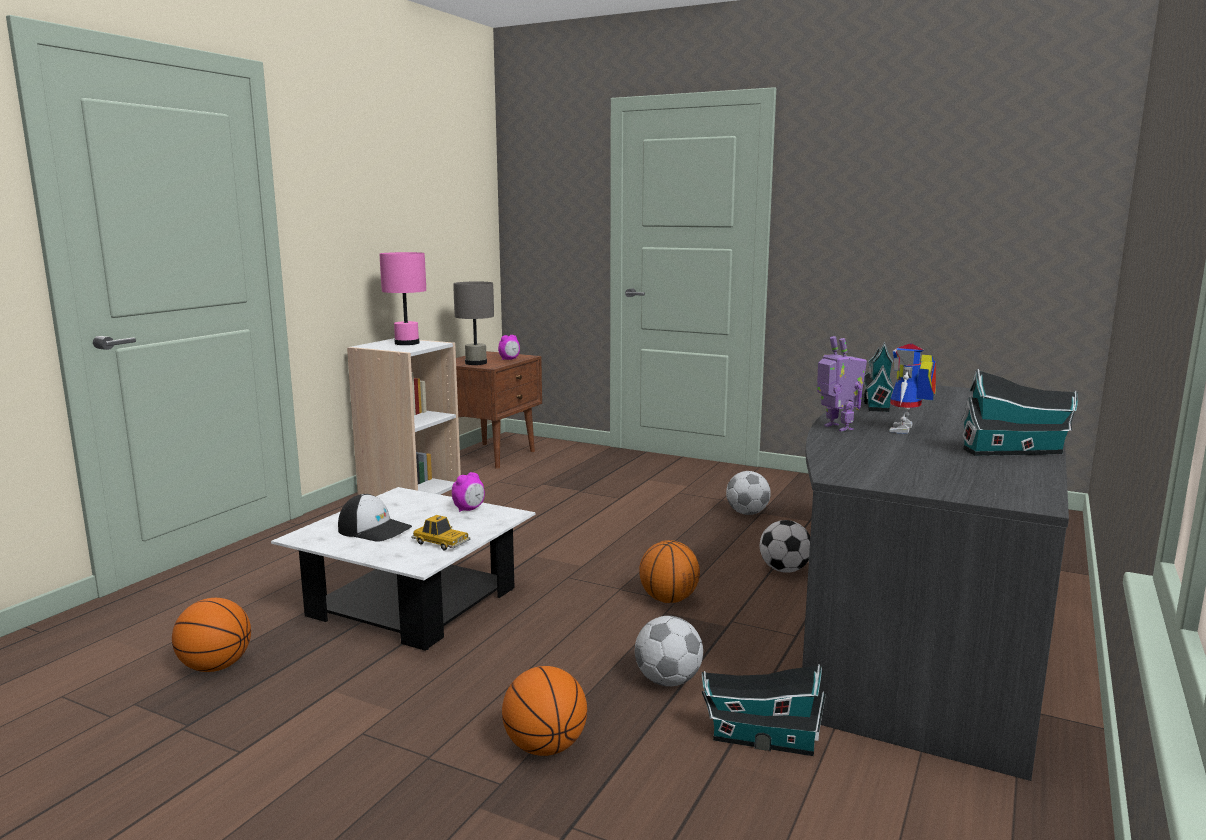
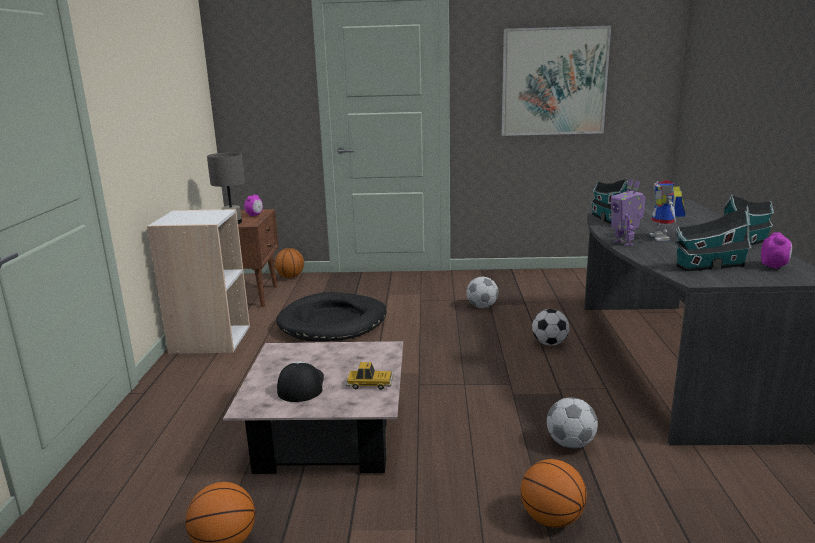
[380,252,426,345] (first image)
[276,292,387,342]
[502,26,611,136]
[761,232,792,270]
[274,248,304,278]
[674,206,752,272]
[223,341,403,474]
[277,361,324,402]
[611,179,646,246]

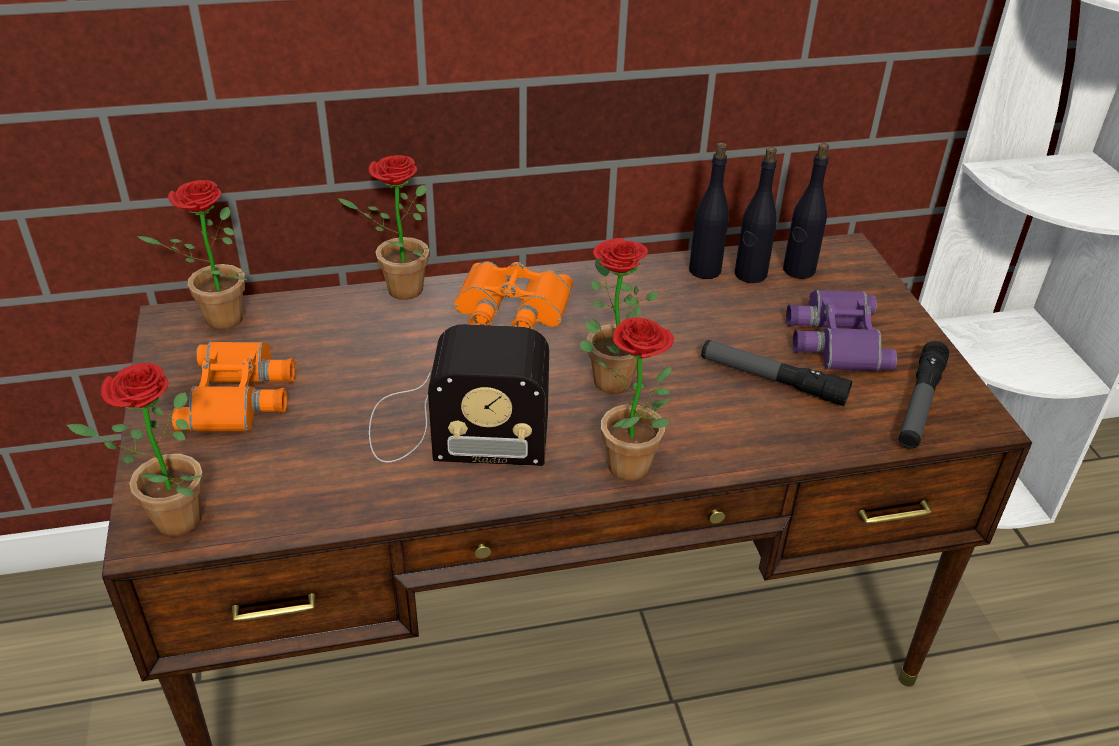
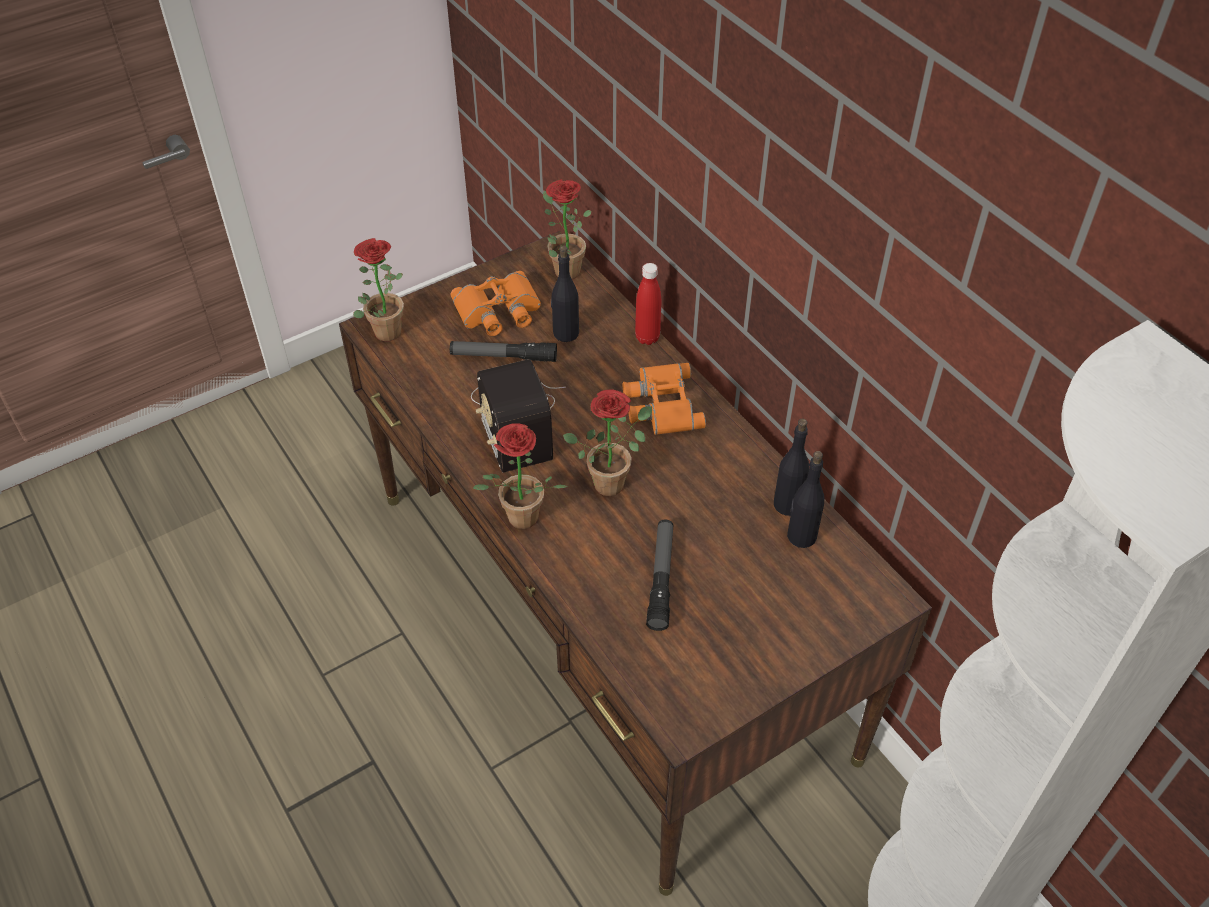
[786,290,897,371] (first image)
[551,246,579,342]
[450,341,557,362]
[635,263,661,345]

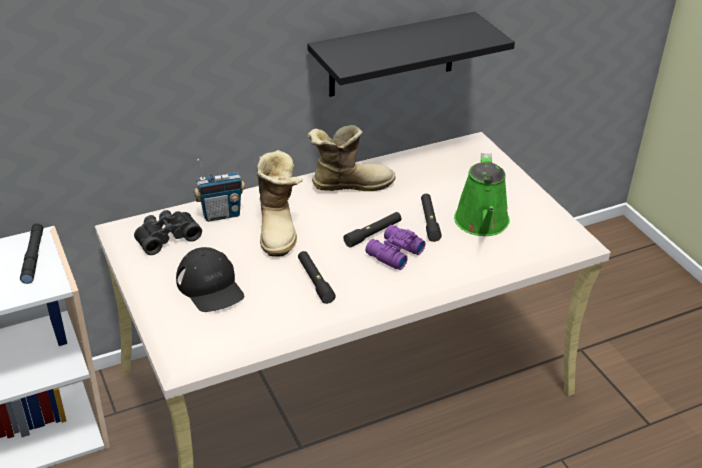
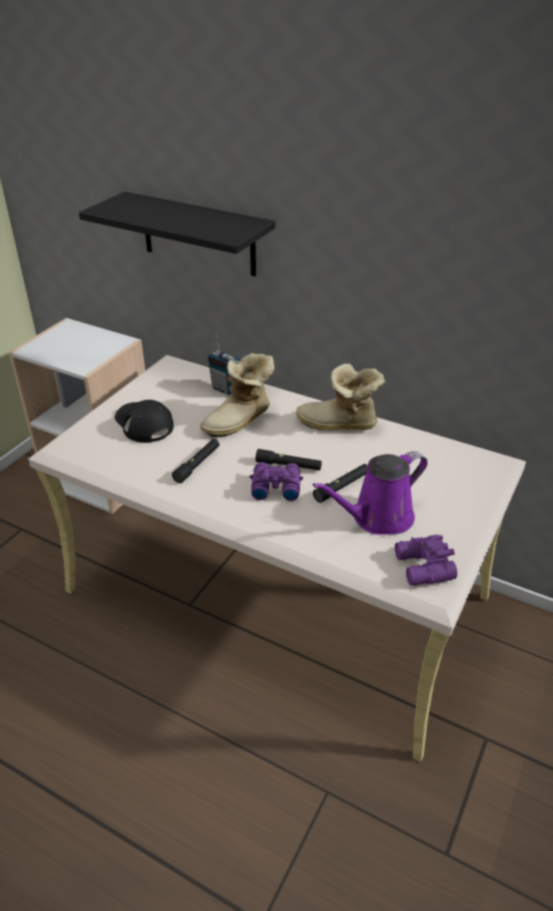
[20,223,43,284] (first image)
[134,210,202,255] (first image)
[395,534,457,586]
[79,192,275,276]
[313,451,428,535]
[115,400,174,443]
[296,364,385,430]

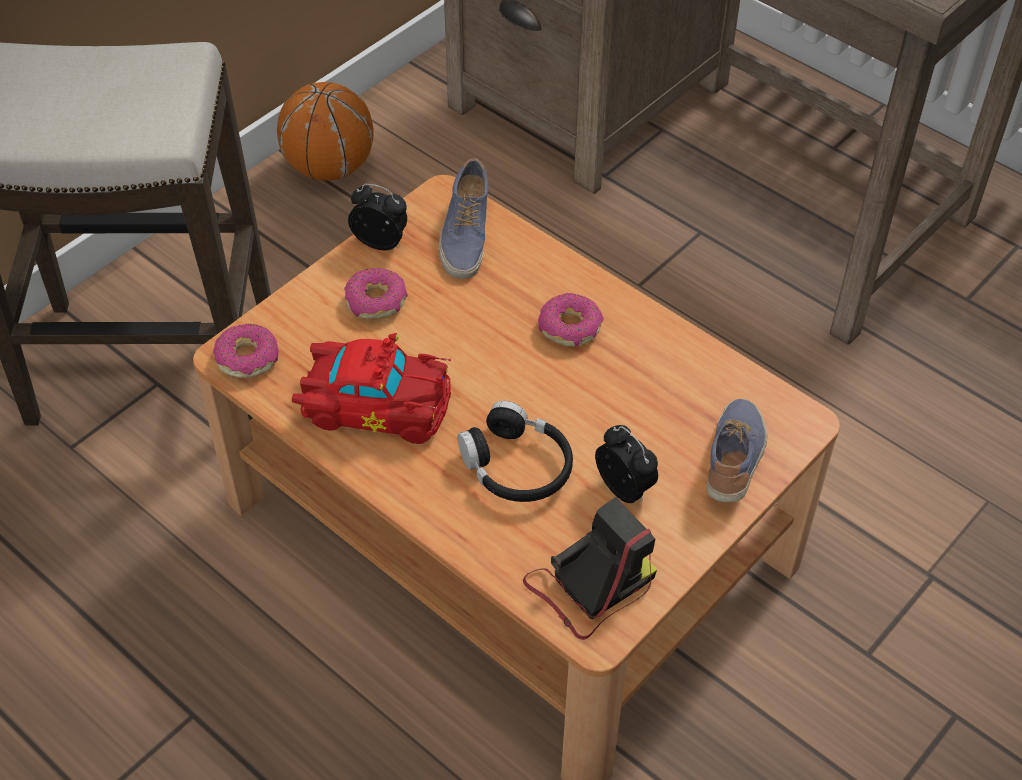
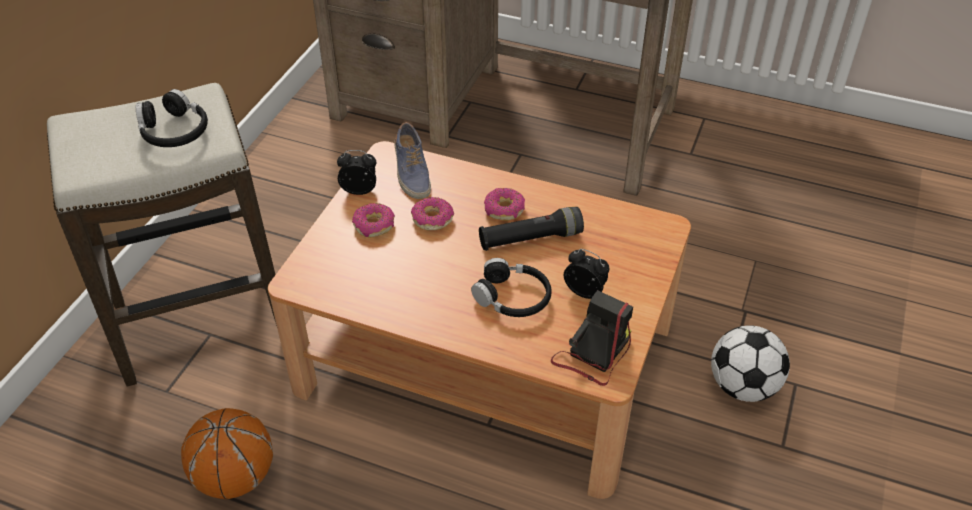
[292,333,451,444] (first image)
[707,399,767,502] (first image)
[136,89,208,147]
[479,207,584,251]
[711,325,790,402]
[411,197,454,231]
[181,408,273,499]

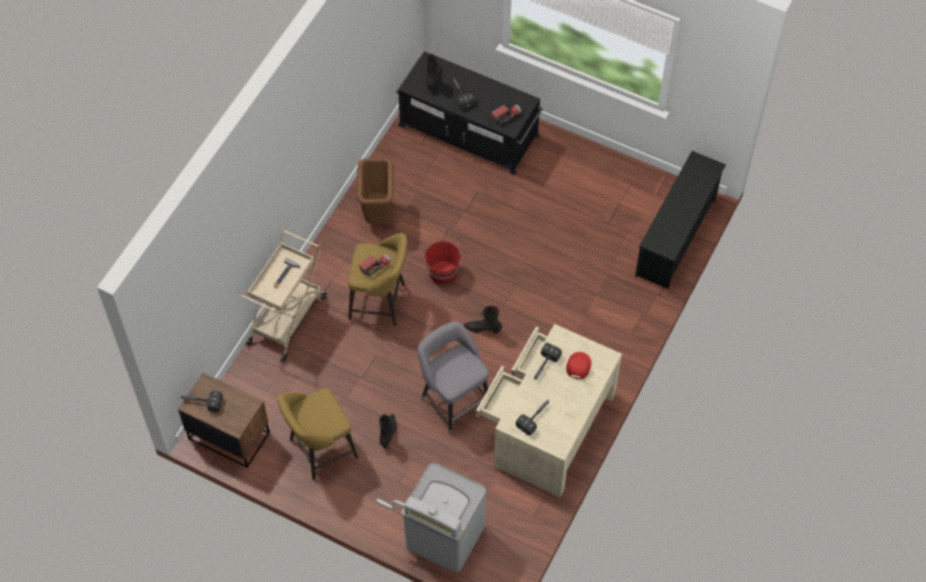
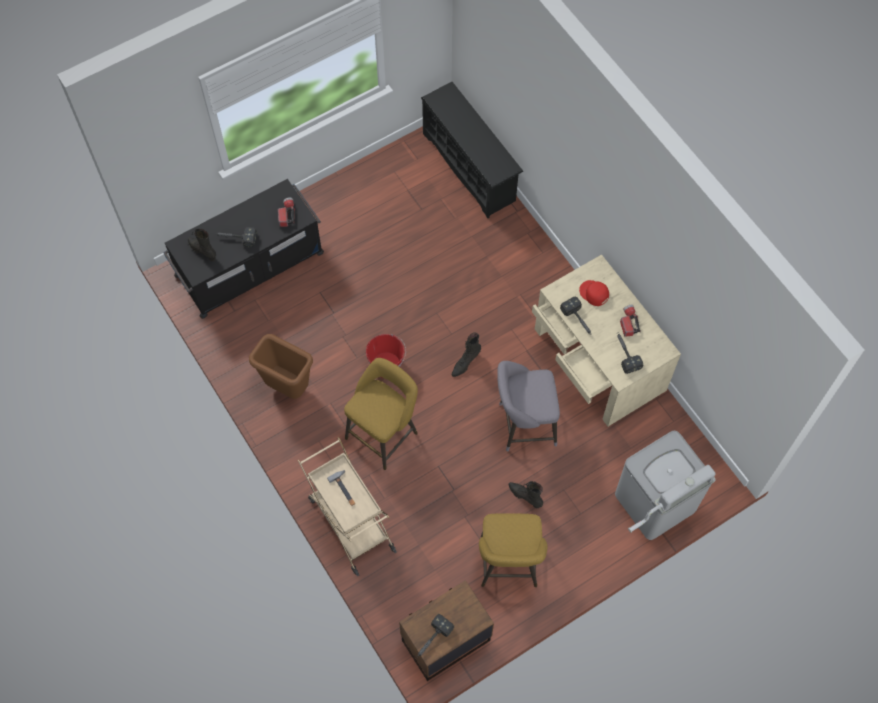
[620,305,641,337]

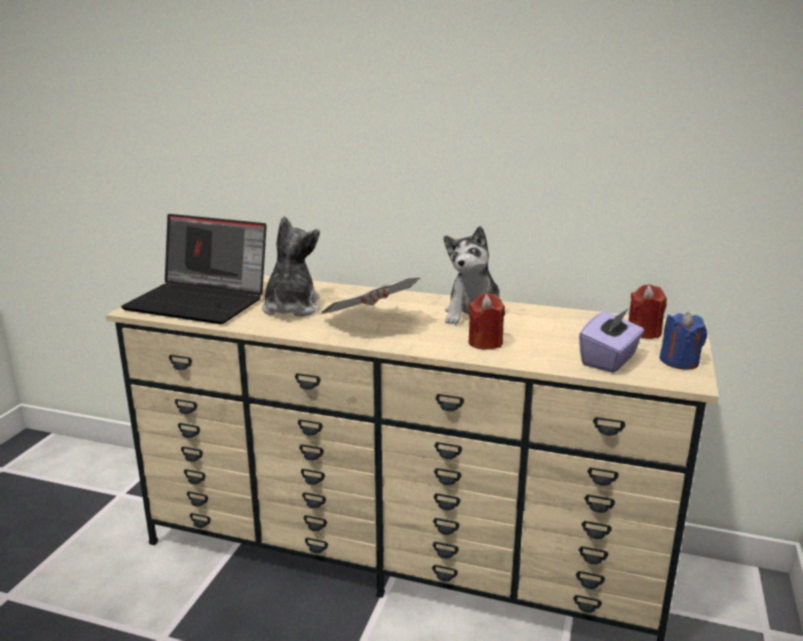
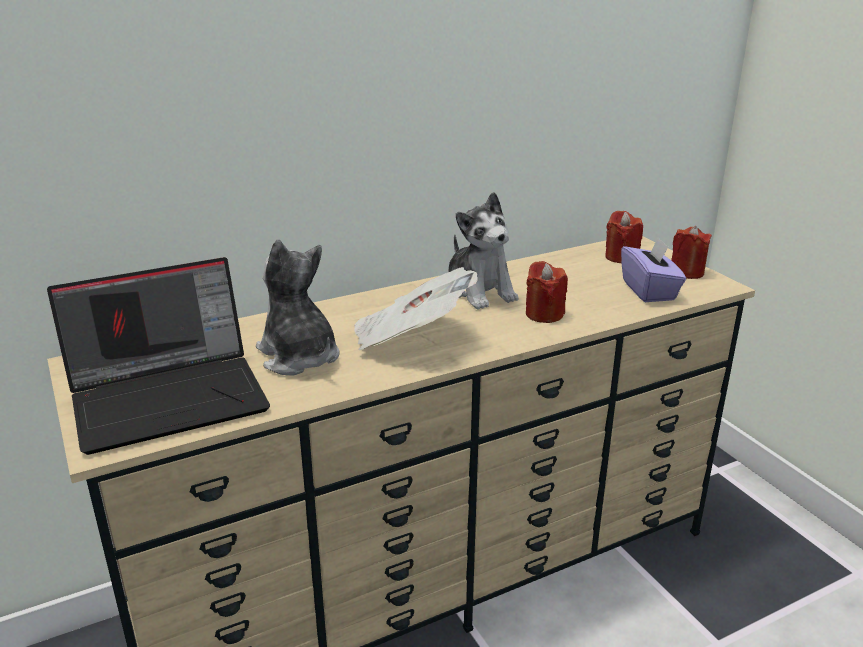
[671,226,712,279]

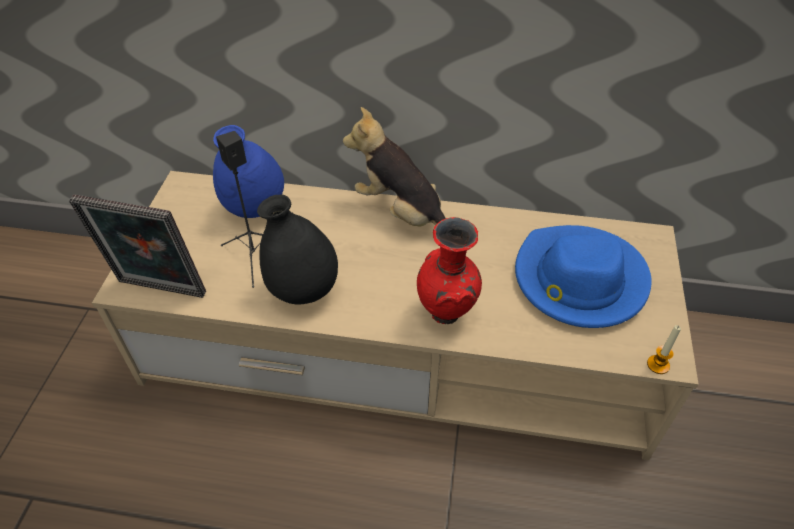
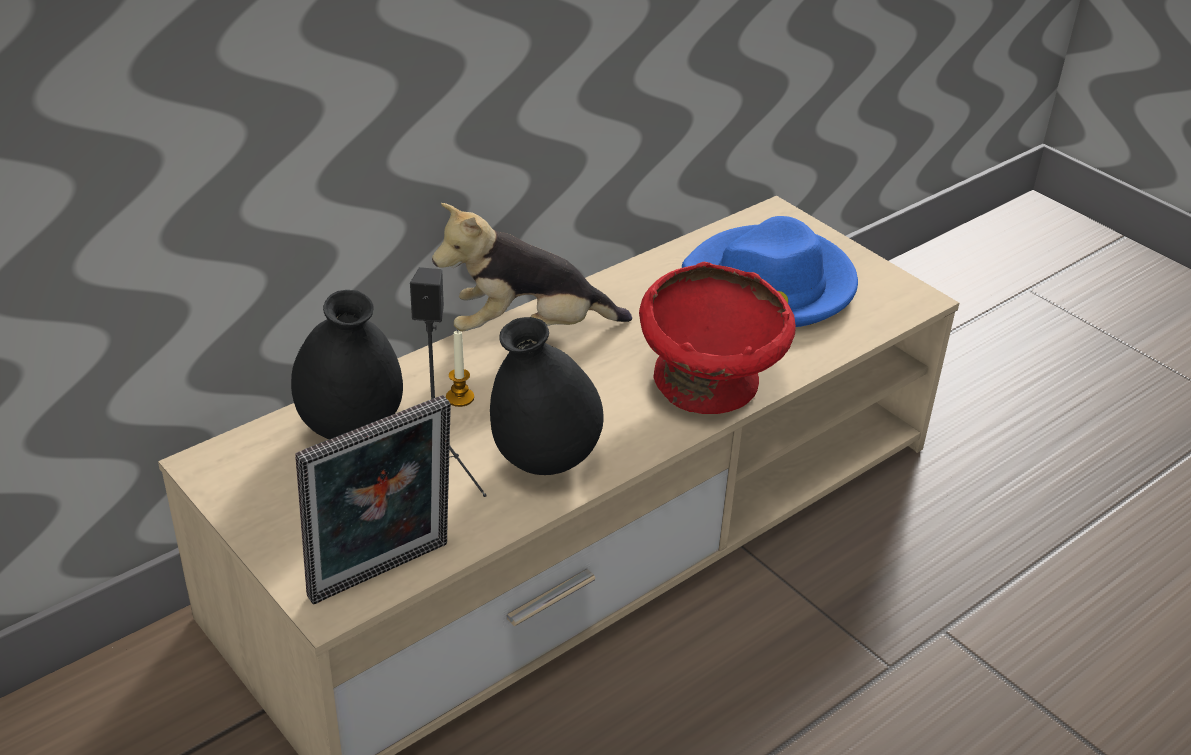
[446,330,474,407]
[639,262,796,414]
[291,290,403,439]

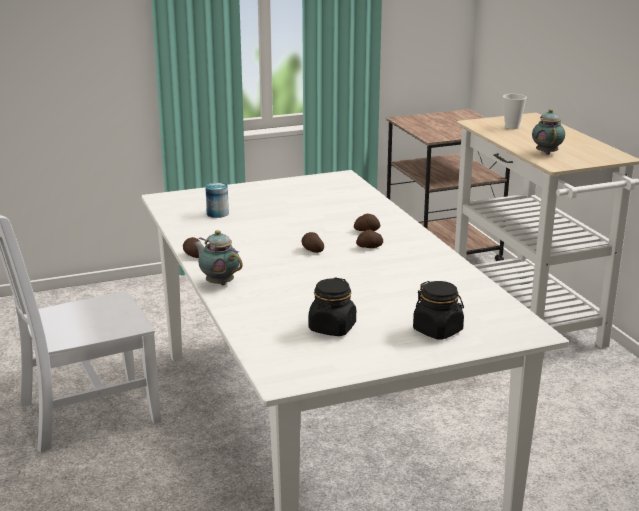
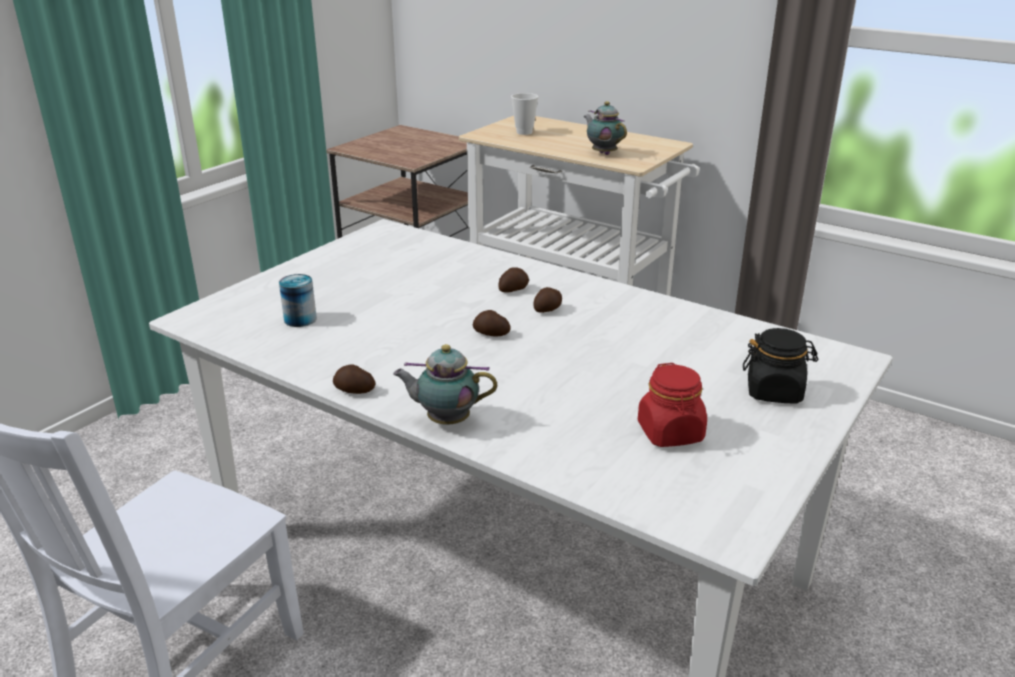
[638,363,707,447]

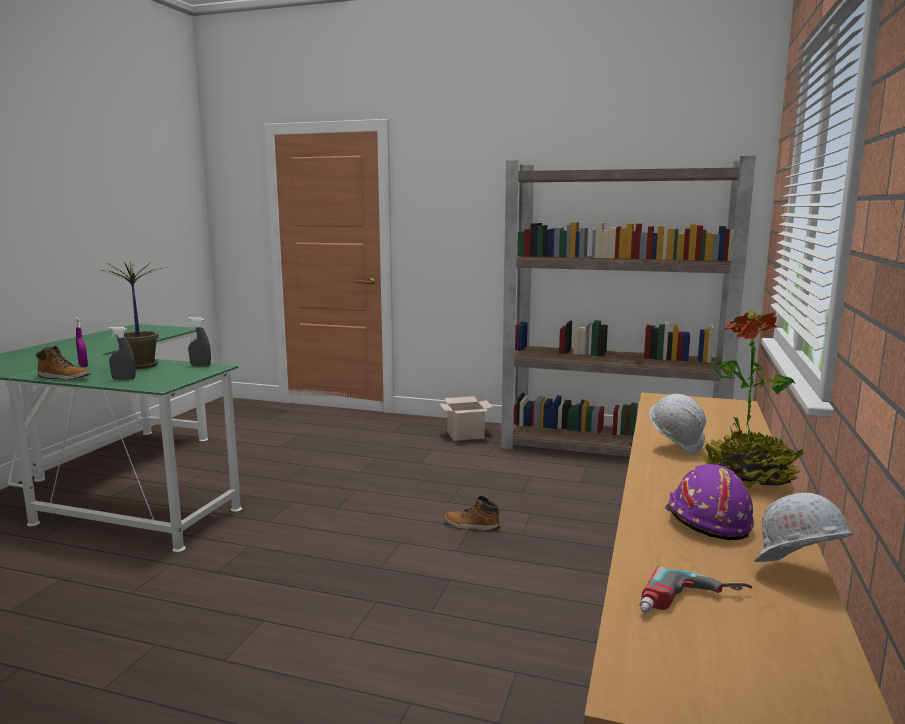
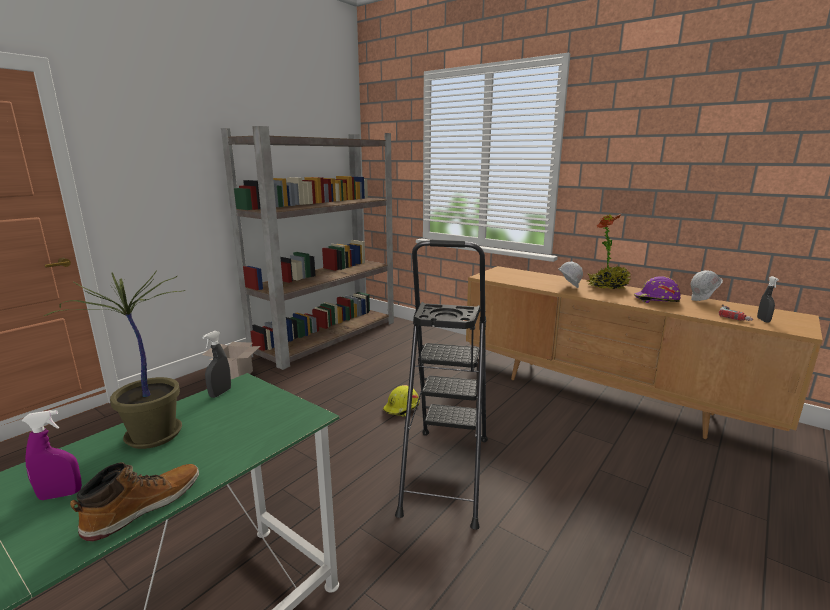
[395,240,488,530]
[757,276,779,323]
[383,385,420,417]

